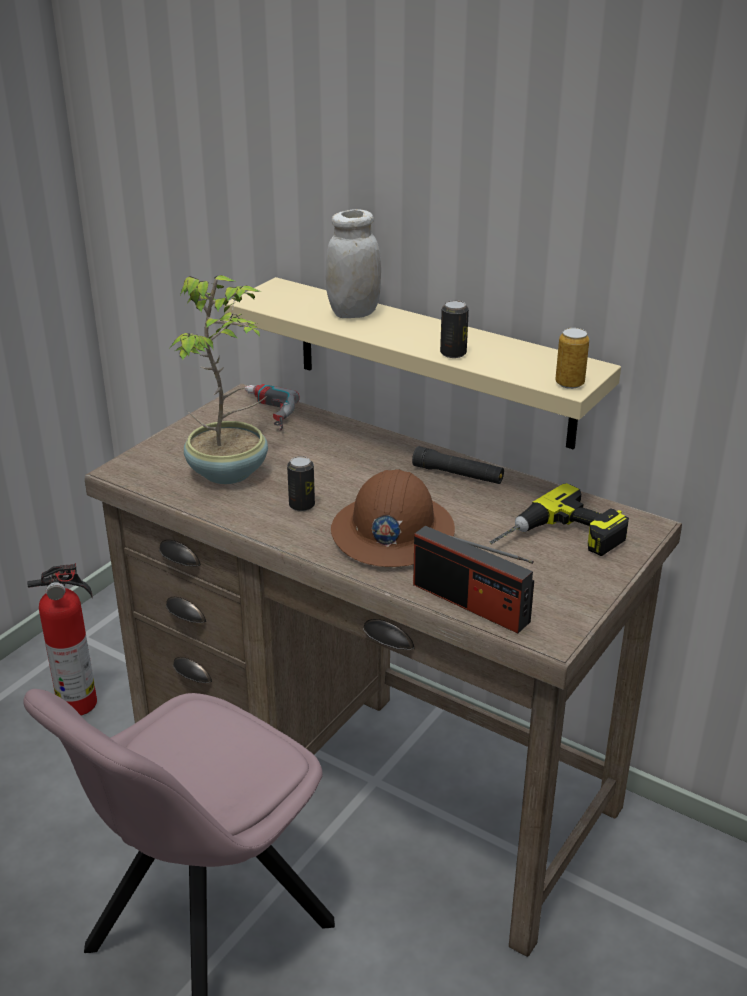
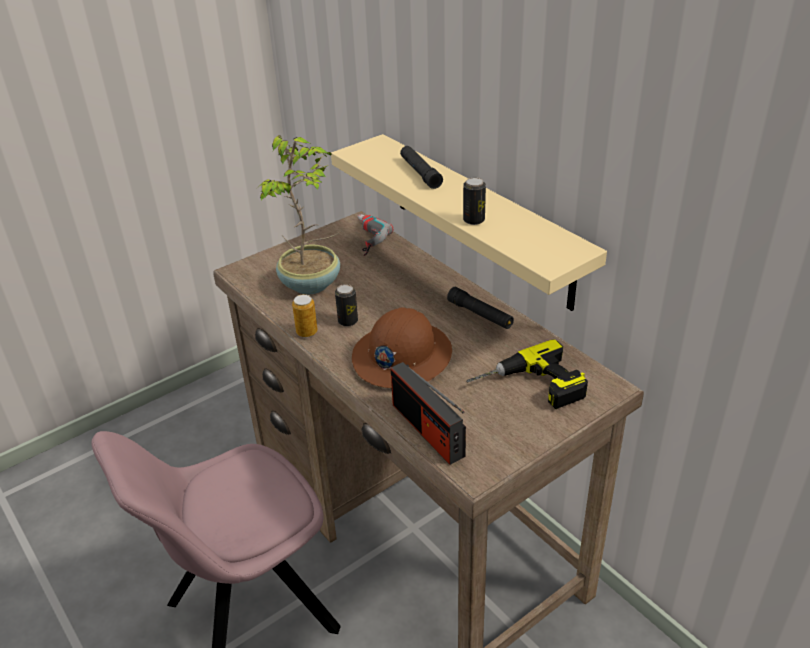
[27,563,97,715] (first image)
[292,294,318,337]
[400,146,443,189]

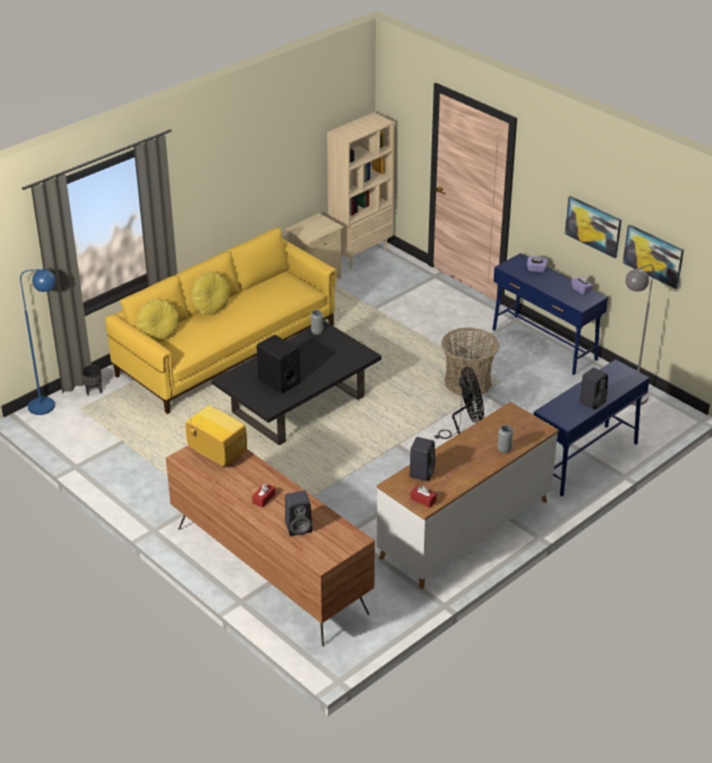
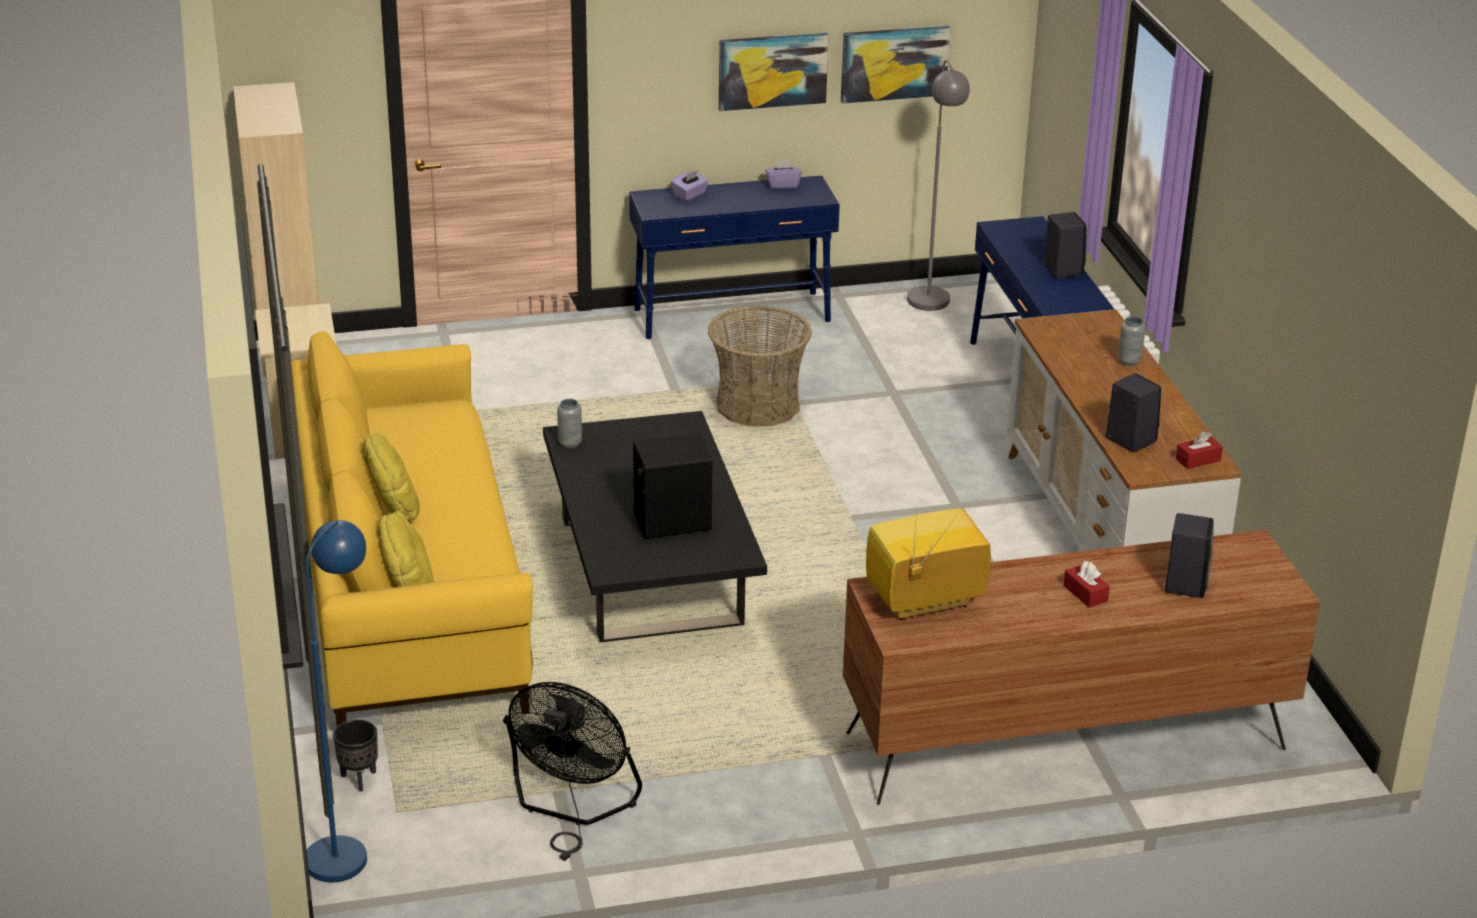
[503,682,642,861]

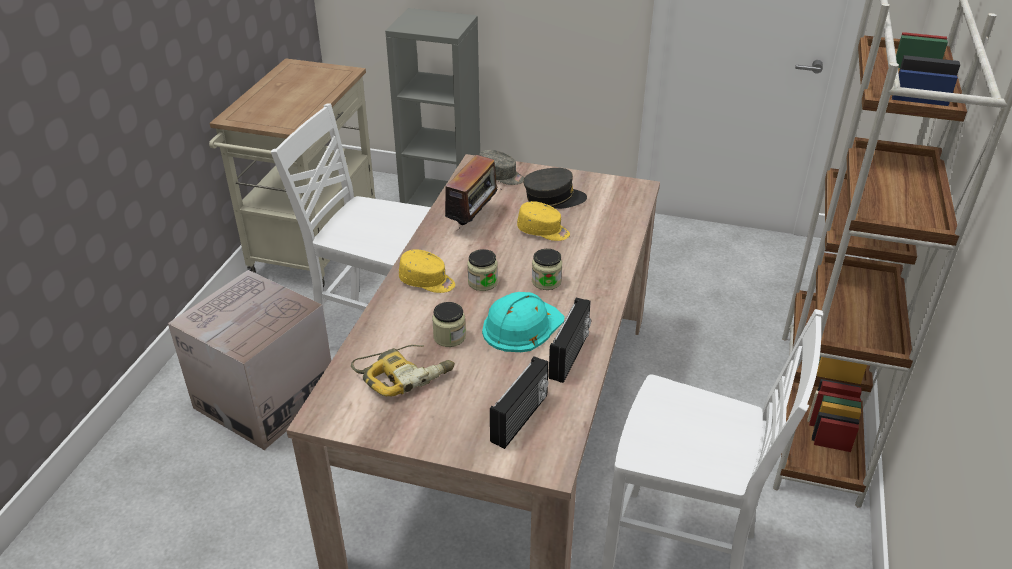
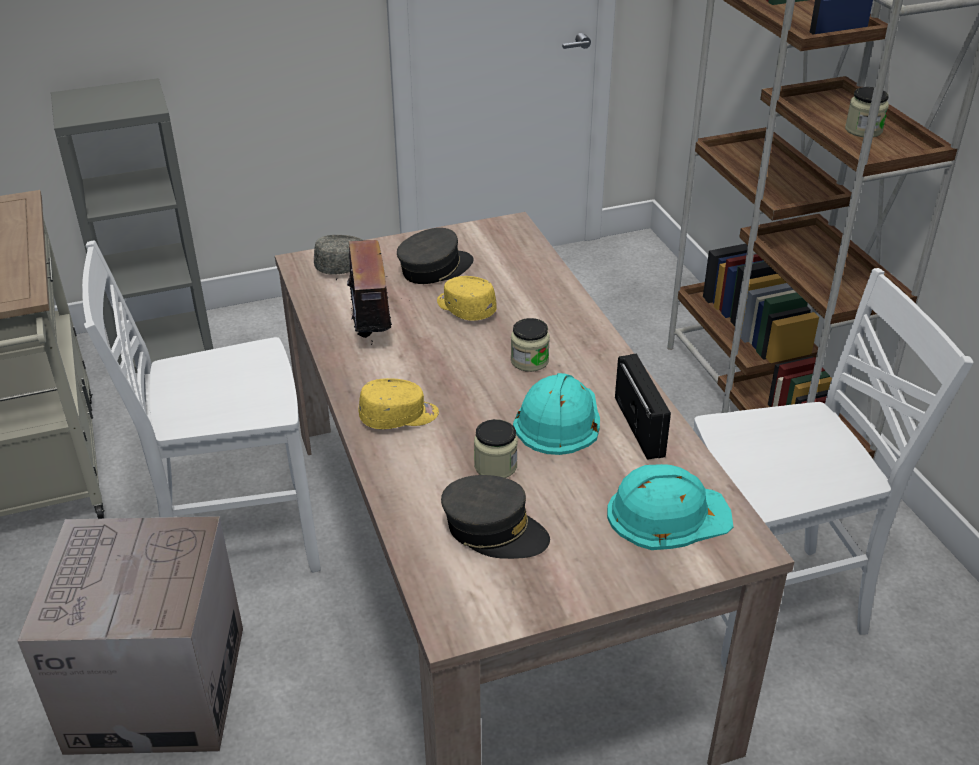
[845,87,889,137]
[441,475,550,559]
[607,464,733,550]
[437,276,497,321]

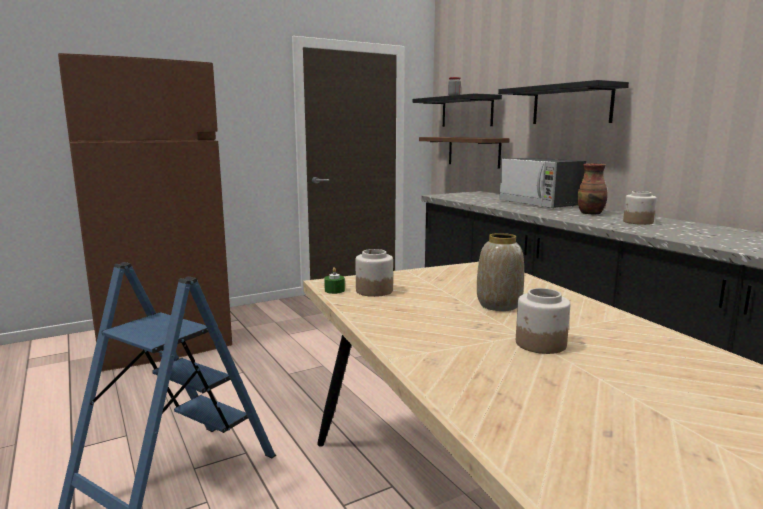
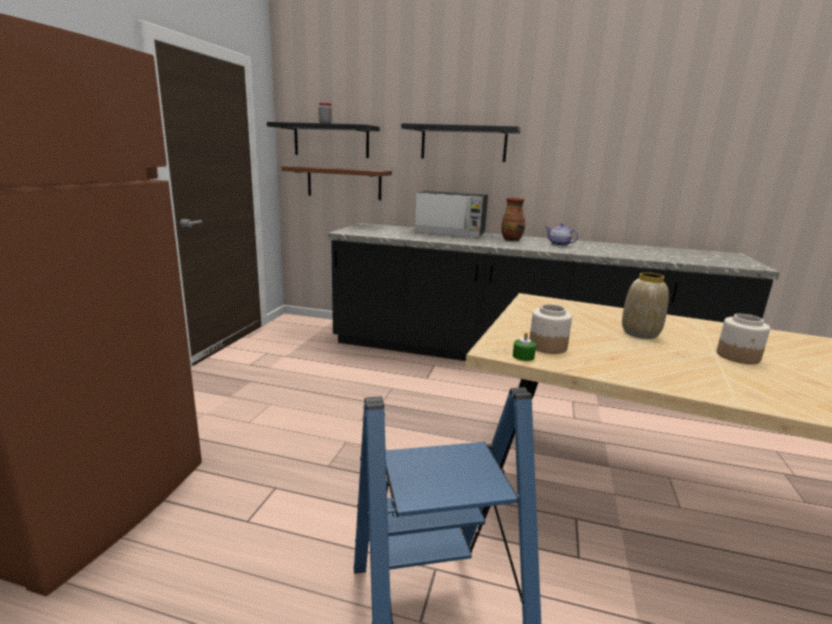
[546,223,578,246]

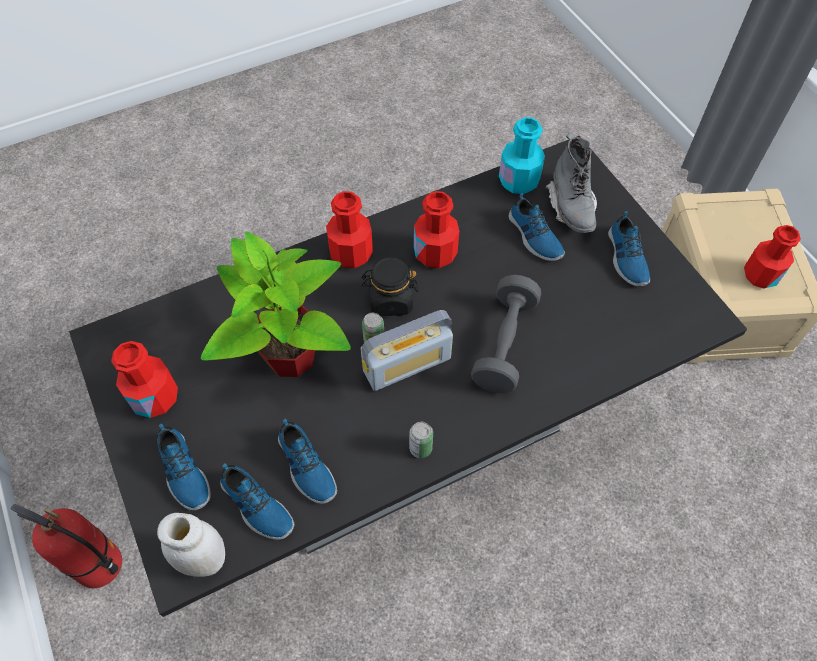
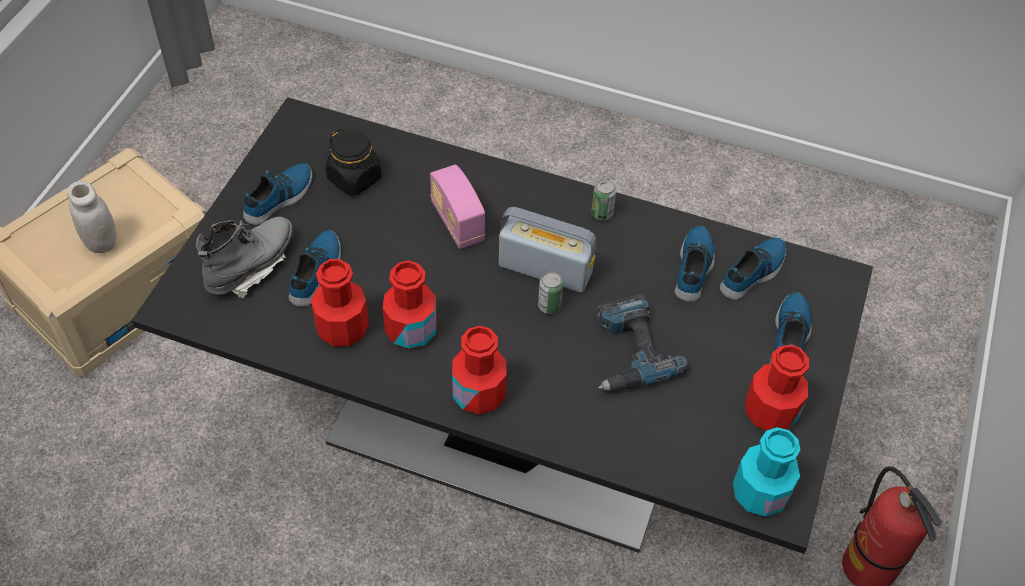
[67,181,117,253]
[326,129,382,196]
[733,427,800,517]
[311,259,369,347]
[597,294,690,391]
[430,165,485,249]
[720,238,786,300]

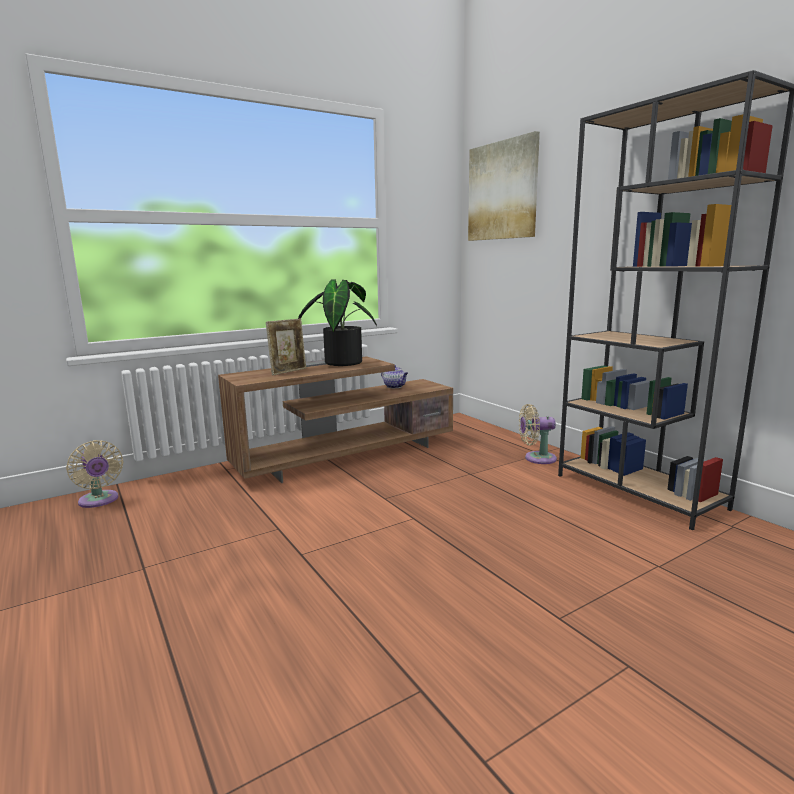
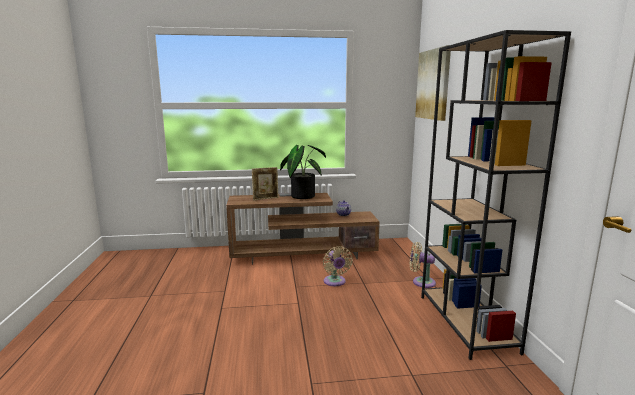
[323,246,353,286]

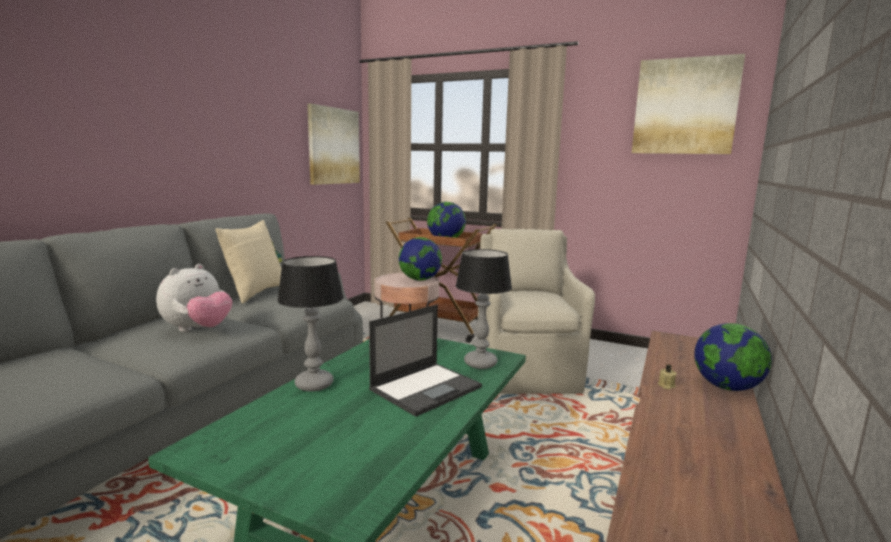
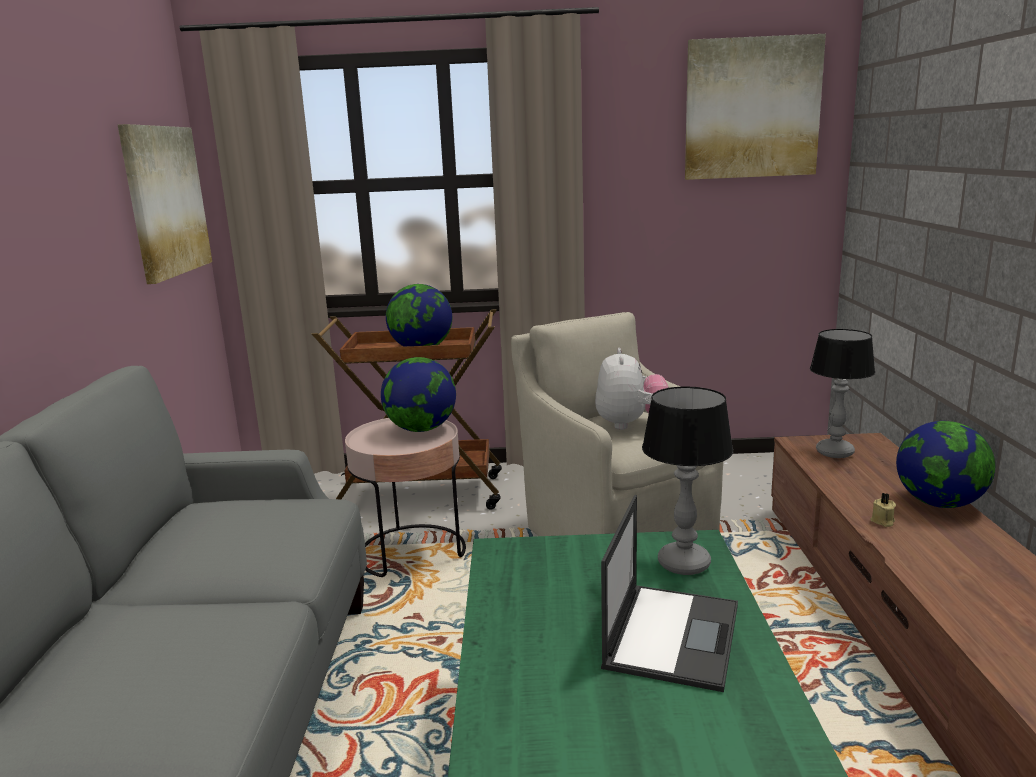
[215,220,282,304] (first image)
[595,348,669,430]
[810,329,875,458]

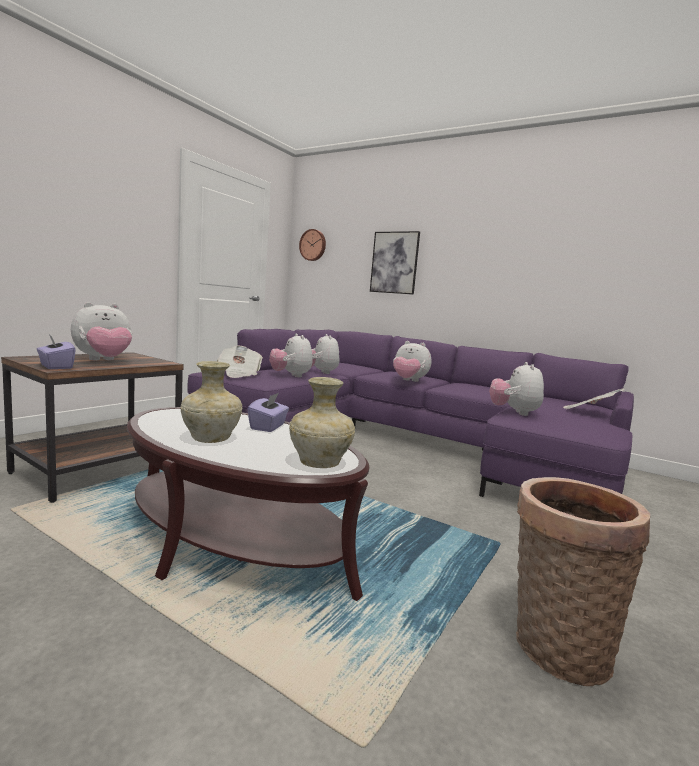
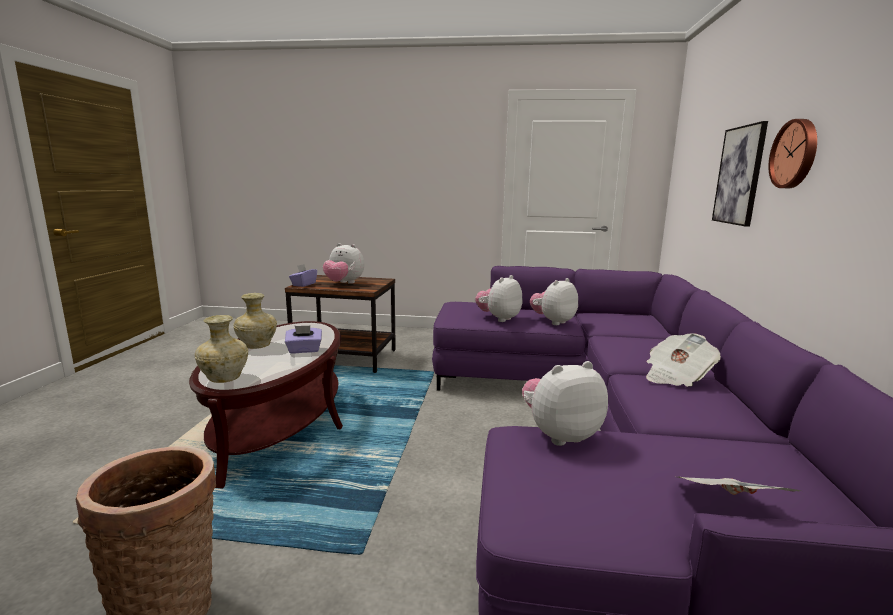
[393,341,432,382] (first image)
[646,333,721,387]
[768,119,817,188]

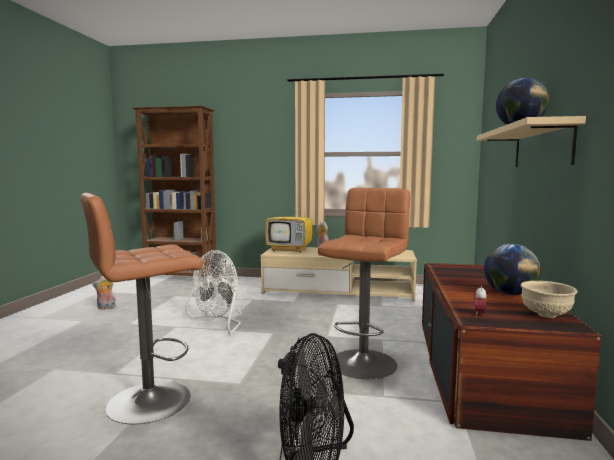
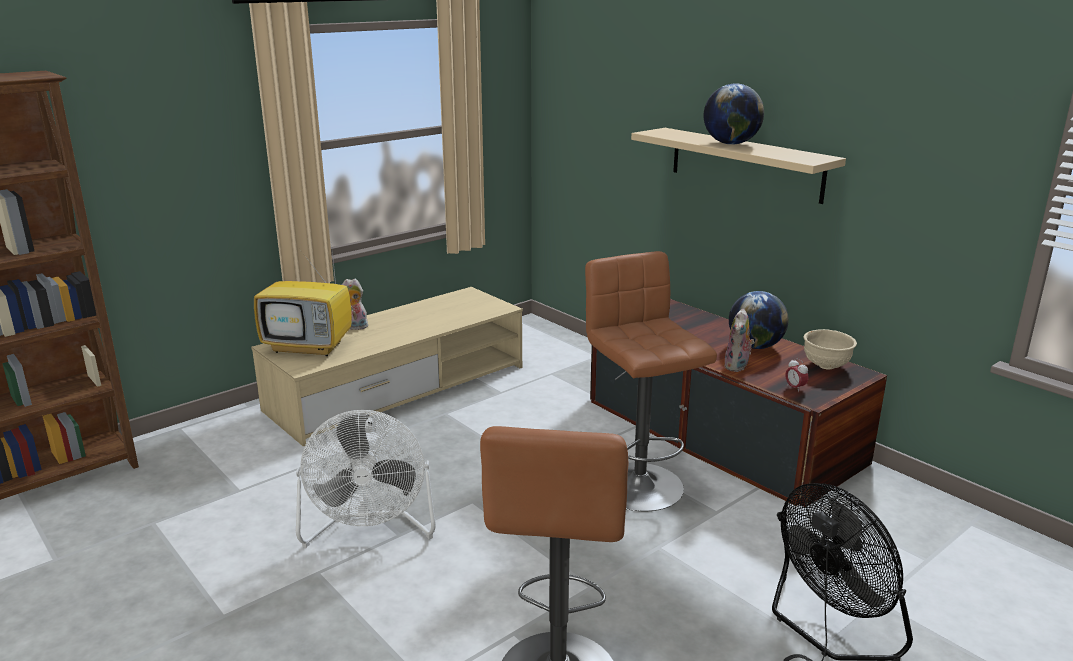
[724,308,755,372]
[254,241,352,357]

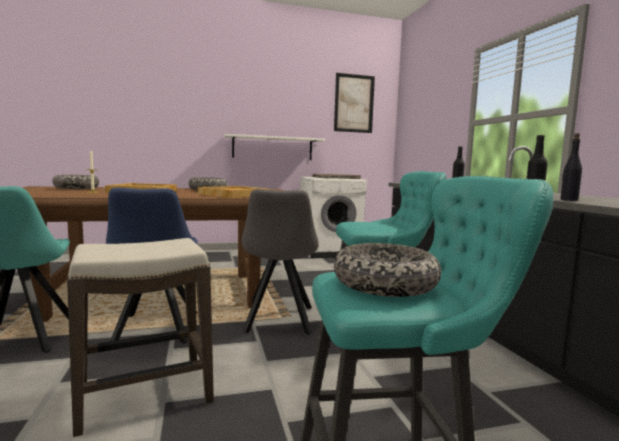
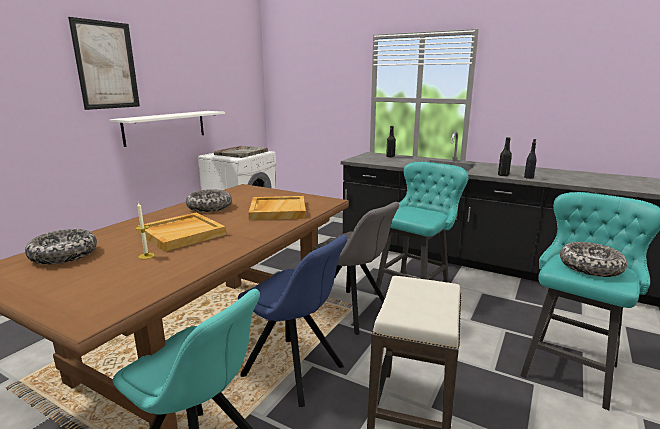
[68,17,140,110]

